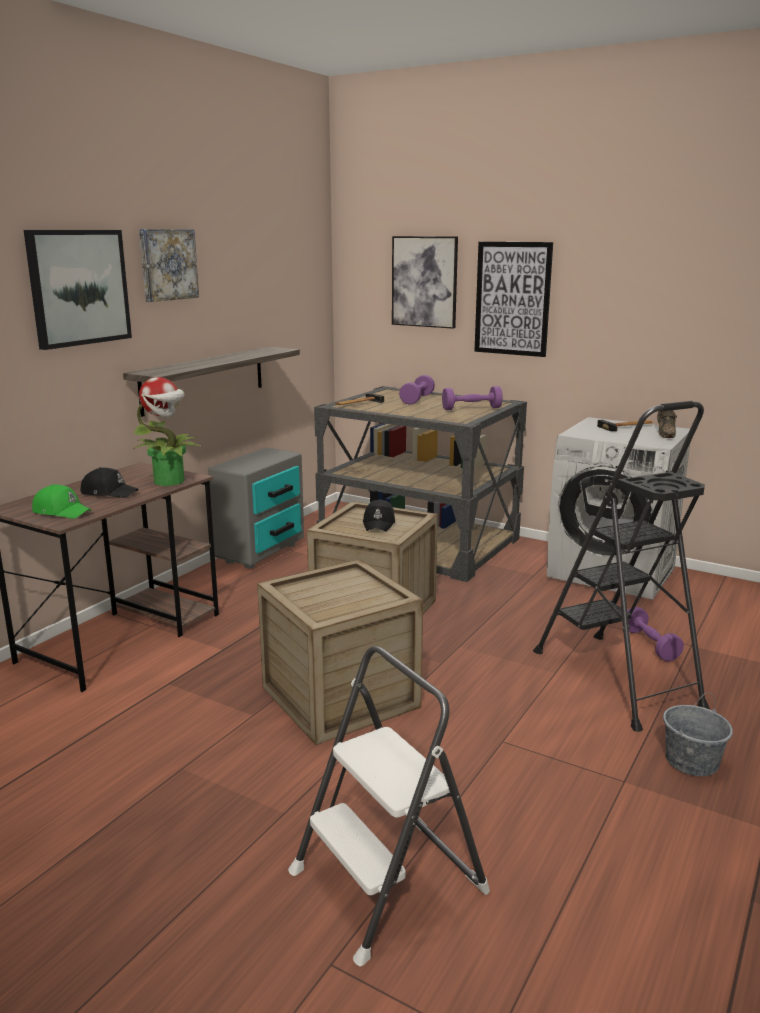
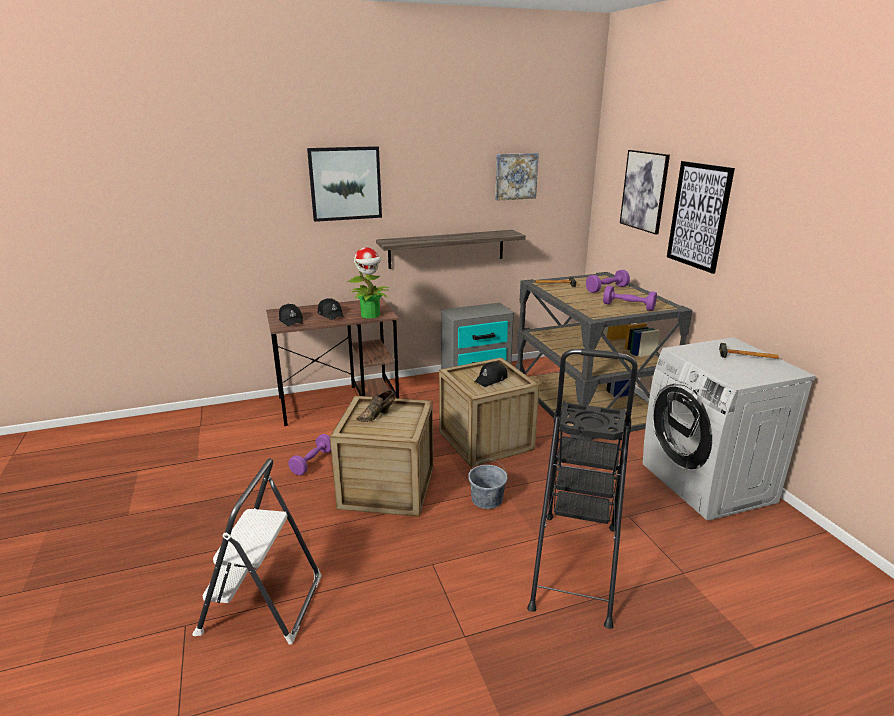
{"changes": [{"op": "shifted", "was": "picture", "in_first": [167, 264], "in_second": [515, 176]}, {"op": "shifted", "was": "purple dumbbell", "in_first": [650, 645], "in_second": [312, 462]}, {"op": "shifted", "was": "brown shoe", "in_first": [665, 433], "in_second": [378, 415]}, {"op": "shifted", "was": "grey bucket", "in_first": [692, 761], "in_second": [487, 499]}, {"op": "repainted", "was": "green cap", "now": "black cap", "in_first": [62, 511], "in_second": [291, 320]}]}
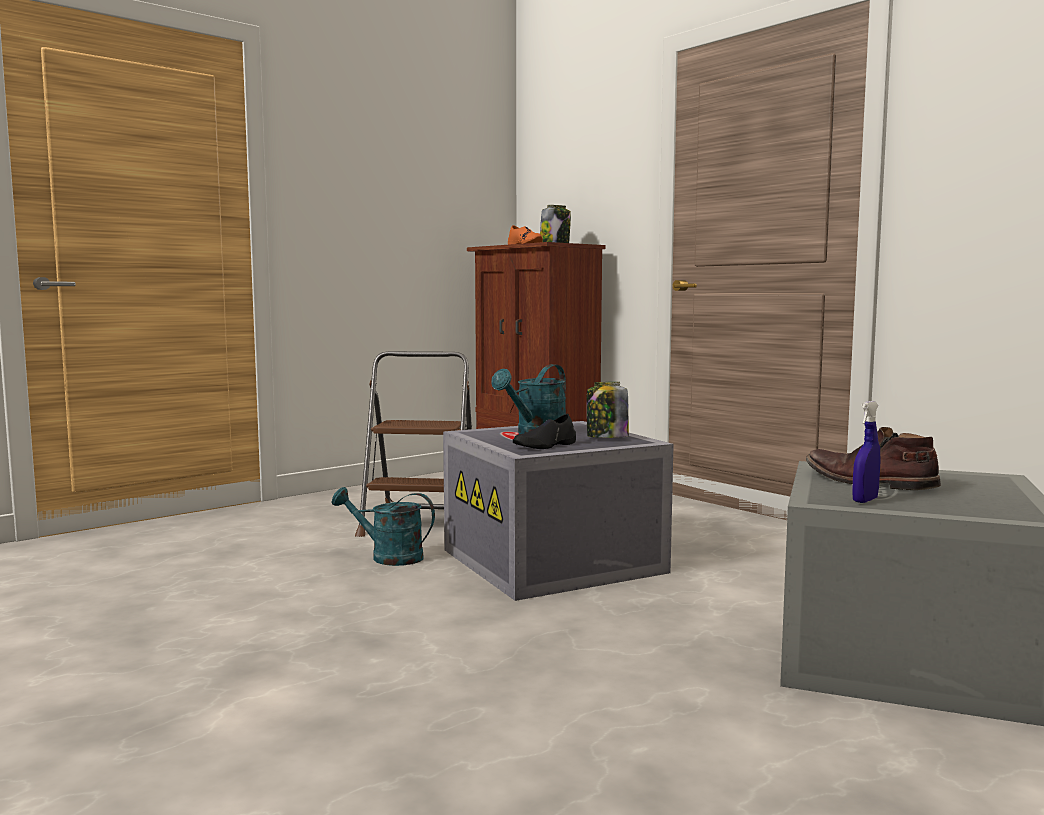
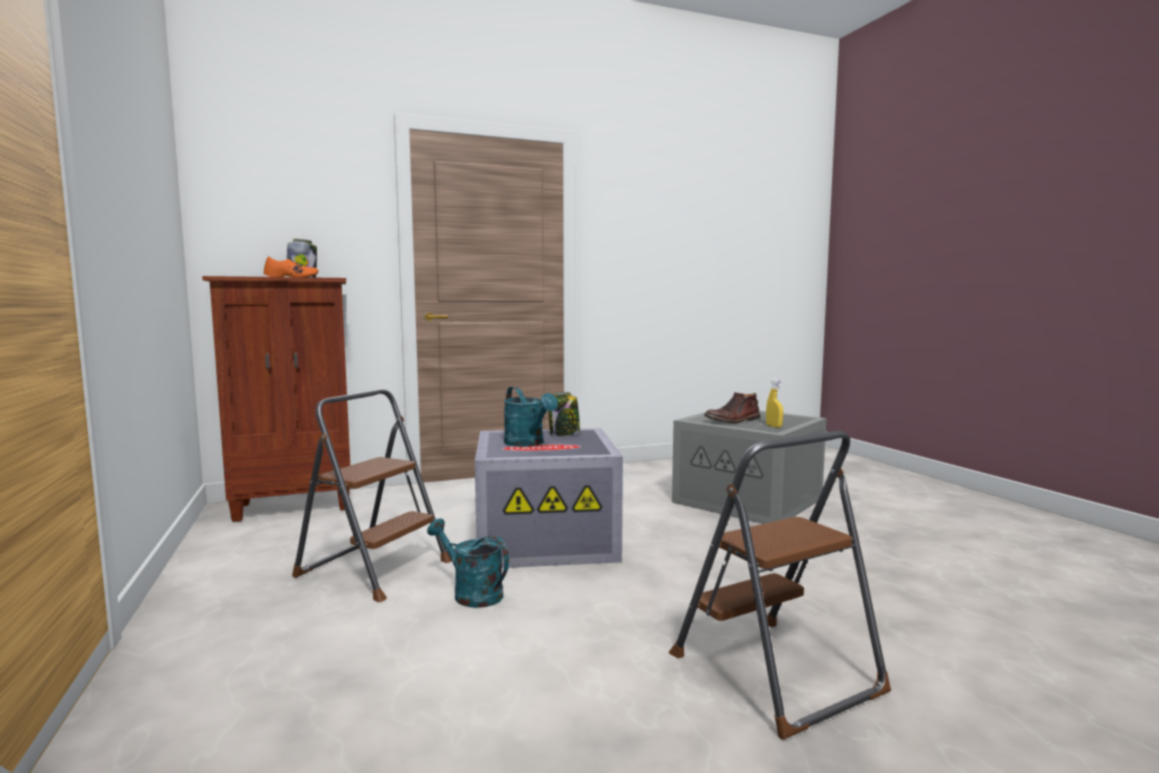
{"changes": [{"op": "gone", "was": "black shoe", "in_first": [545, 446]}, {"op": "new", "now": "brown step ladder", "in_second": [779, 676]}, {"op": "repainted", "was": "blue spray bottle", "now": "yellow spray bottle", "in_first": [865, 500], "in_second": [774, 426]}, {"op": "rotated", "was": "turquoise watering can", "in_first": [388, 557], "in_second": [471, 593], "clockwise": 90}]}
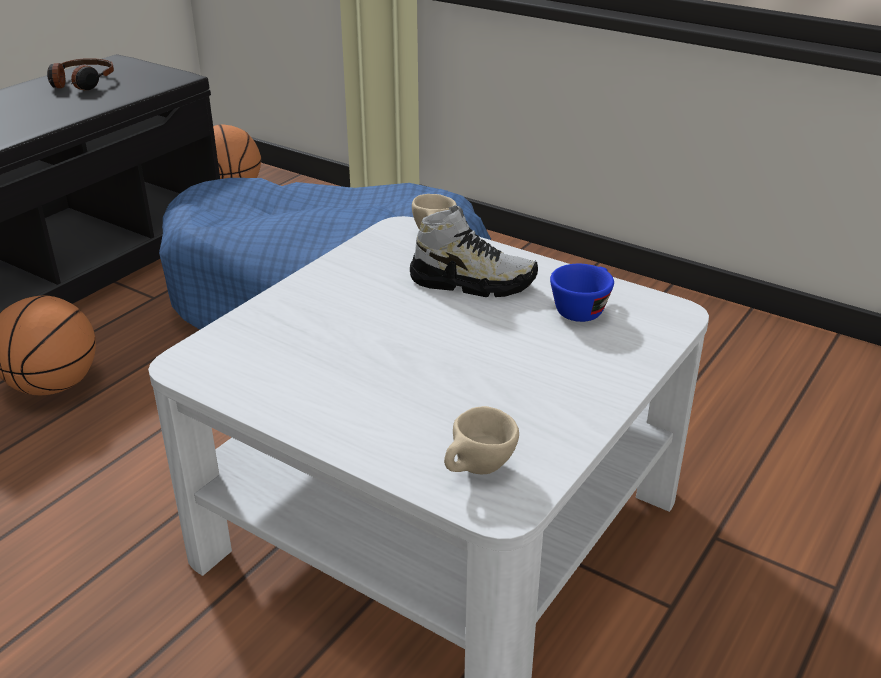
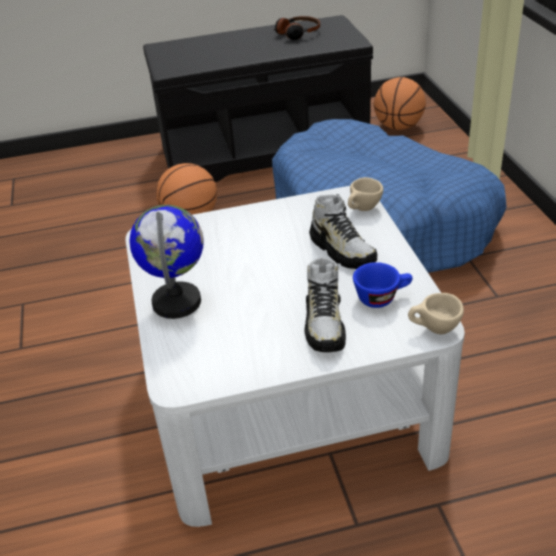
{"changes": [{"op": "new", "now": "globe", "in_second": [177, 302]}, {"op": "new", "now": "shoe", "in_second": [325, 324]}, {"op": "shifted", "was": "beige cup", "in_first": [477, 471], "in_second": [434, 330]}]}
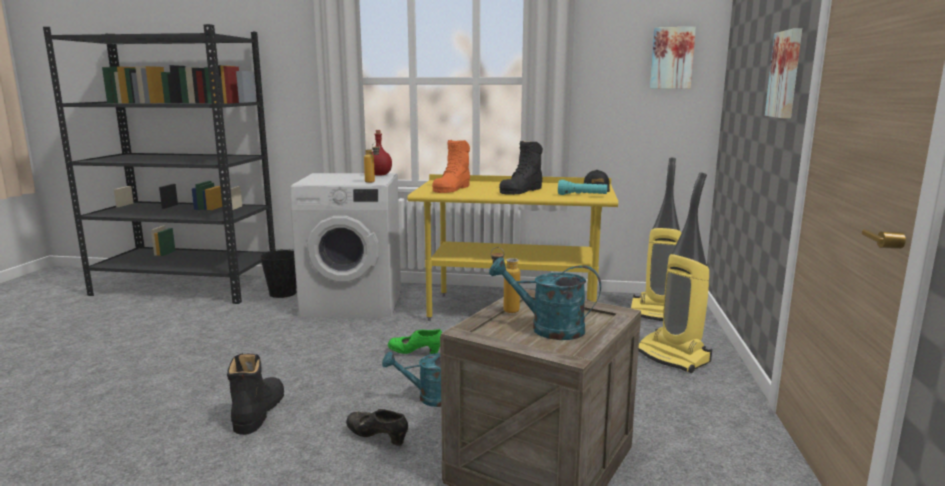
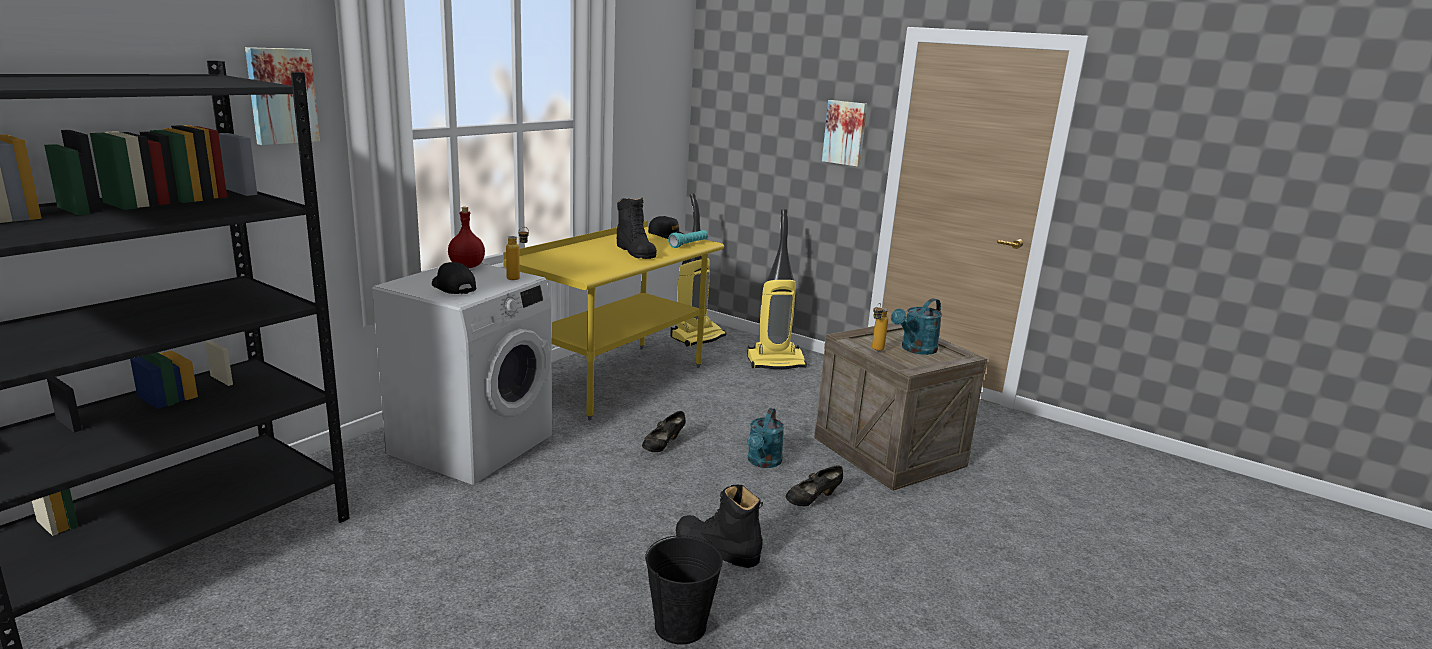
{"changes": [{"op": "gone", "was": "orange boot", "in_first": [452, 189]}, {"op": "new", "now": "black cap", "in_second": [453, 287]}, {"op": "shifted", "was": "black bucket", "in_first": [282, 293], "in_second": [681, 626]}, {"op": "shifted", "was": "picture", "in_first": [671, 58], "in_second": [281, 96]}, {"op": "repainted", "was": "green shoe", "now": "black shoe", "in_first": [416, 353], "in_second": [663, 445]}]}
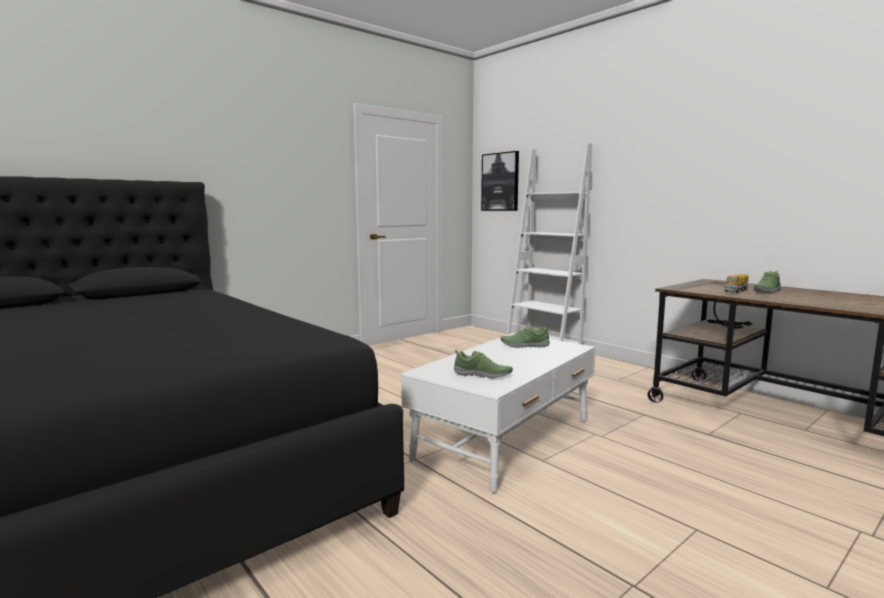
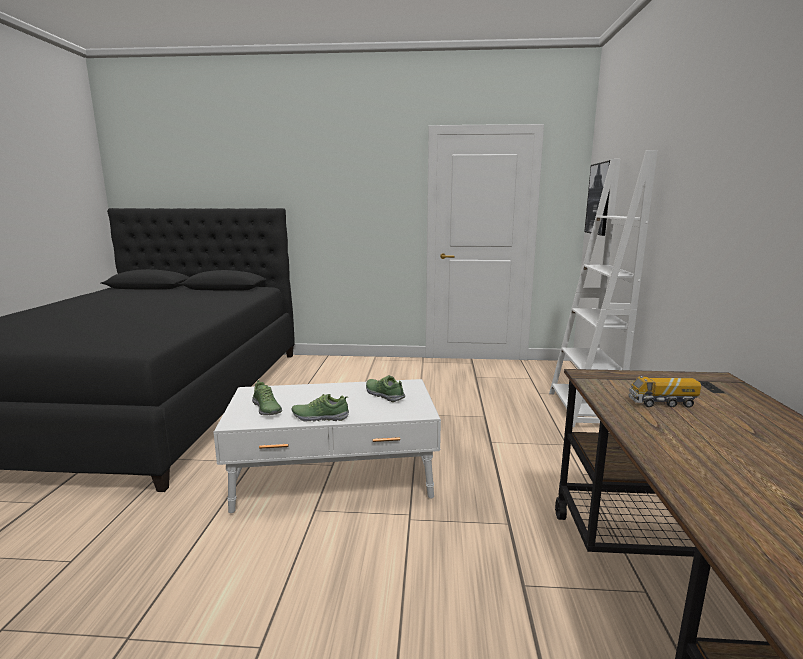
{"changes": [{"op": "shifted", "was": "shoe", "in_first": [766, 291], "in_second": [320, 417]}]}
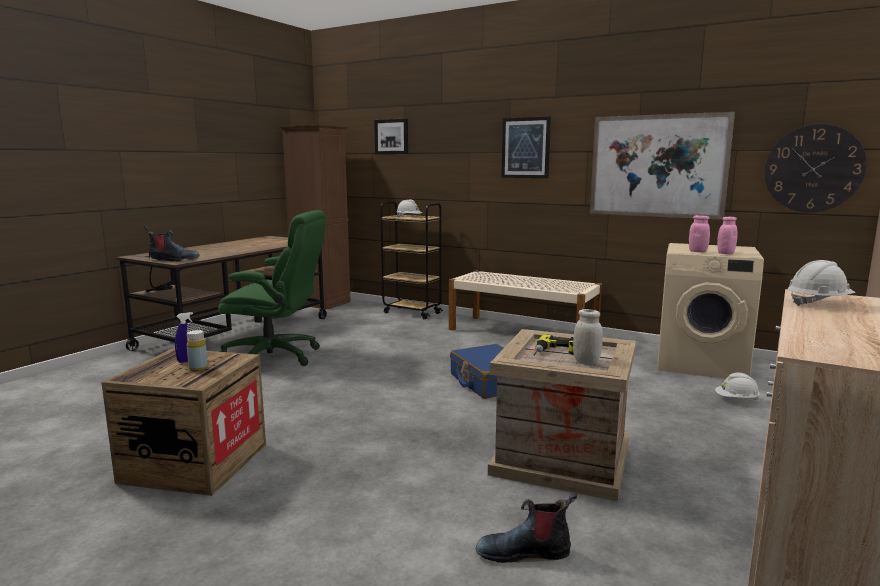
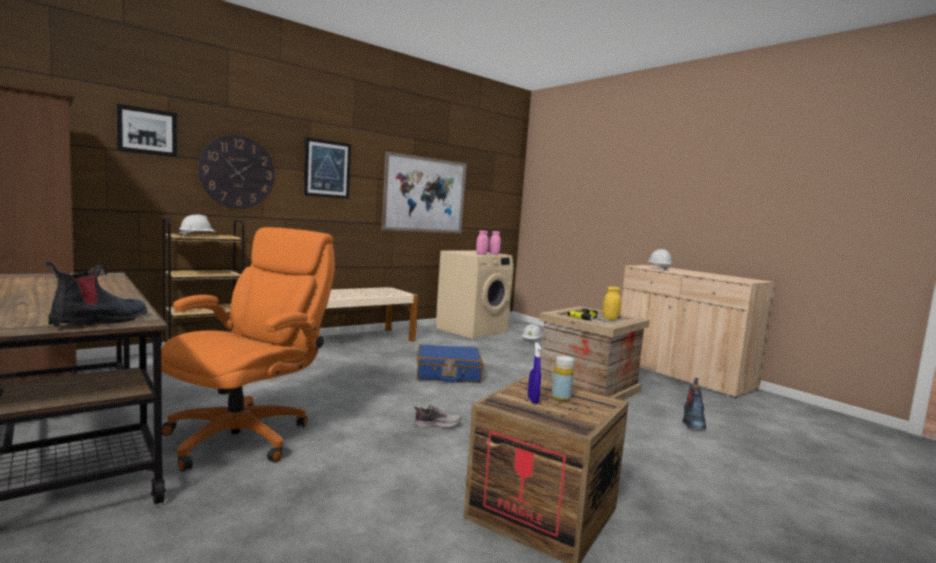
{"changes": [{"op": "new", "now": "shoe", "in_second": [436, 424]}, {"op": "shifted", "was": "wall clock", "in_first": [813, 168], "in_second": [237, 172]}, {"op": "repainted", "was": "green office chair", "now": "orange office chair", "in_first": [278, 357], "in_second": [246, 435]}, {"op": "repainted", "was": "white jar", "now": "yellow jar", "in_first": [586, 362], "in_second": [610, 319]}]}
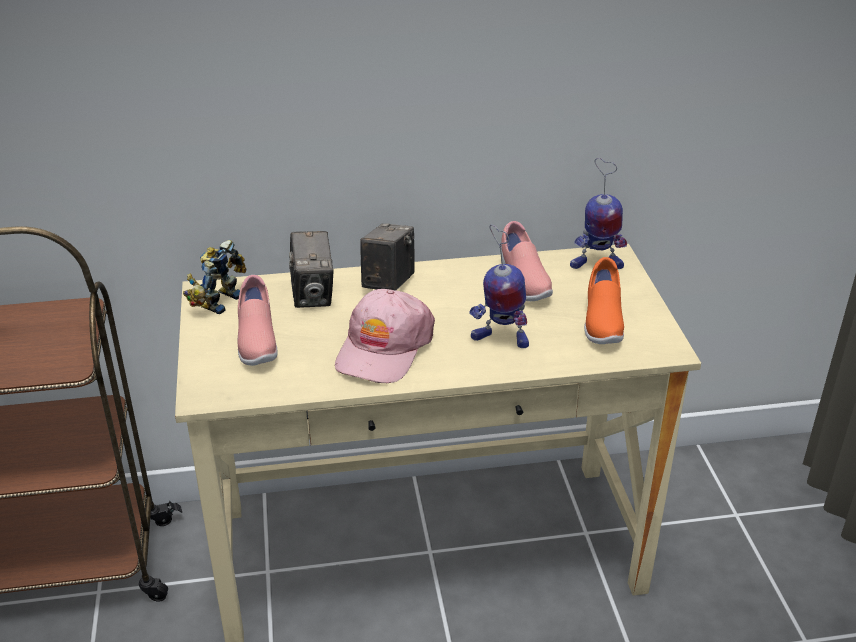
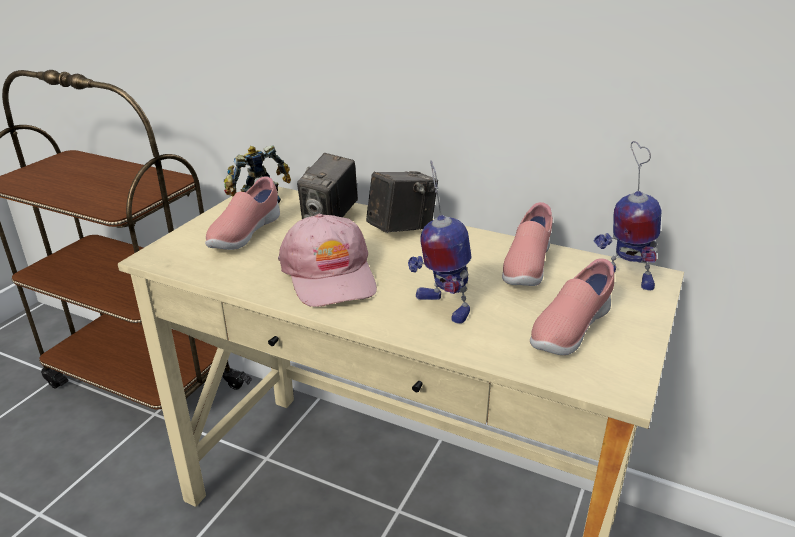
{"changes": [{"op": "repainted", "was": "orange shoe", "now": "pink shoe", "in_first": [601, 322], "in_second": [569, 330]}, {"op": "rotated", "was": "pink cap", "in_first": [383, 348], "in_second": [330, 275], "clockwise": -75}]}
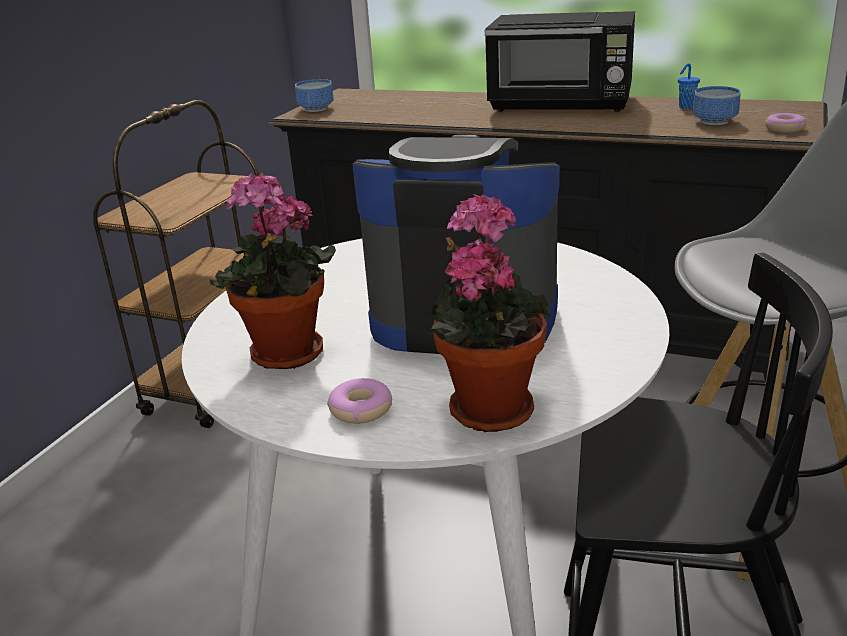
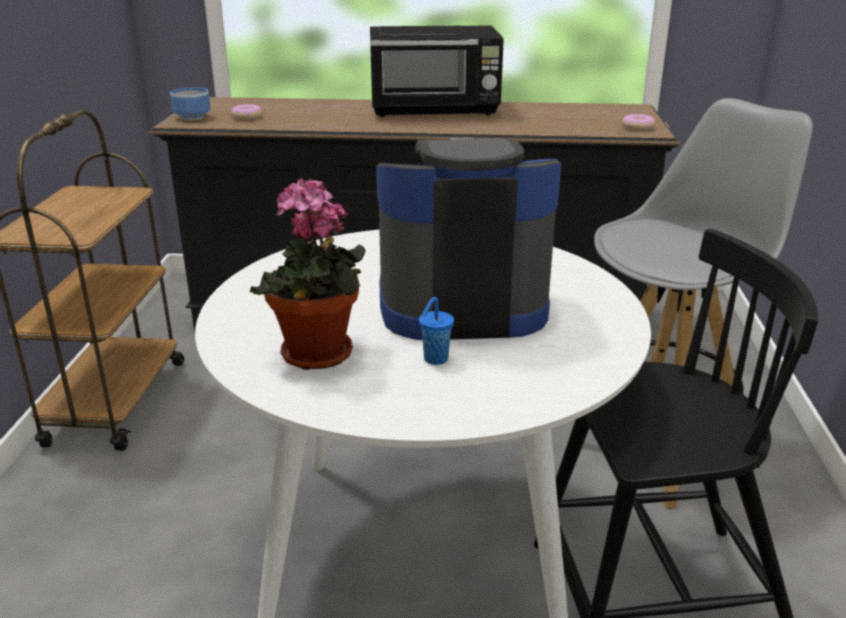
{"changes": [{"op": "gone", "was": "potted plant", "in_first": [488, 406]}, {"op": "gone", "was": "bowl", "in_first": [716, 122]}, {"op": "shifted", "was": "donut", "in_first": [360, 409], "in_second": [246, 117]}, {"op": "shifted", "was": "blue cup", "in_first": [685, 107], "in_second": [434, 360]}]}
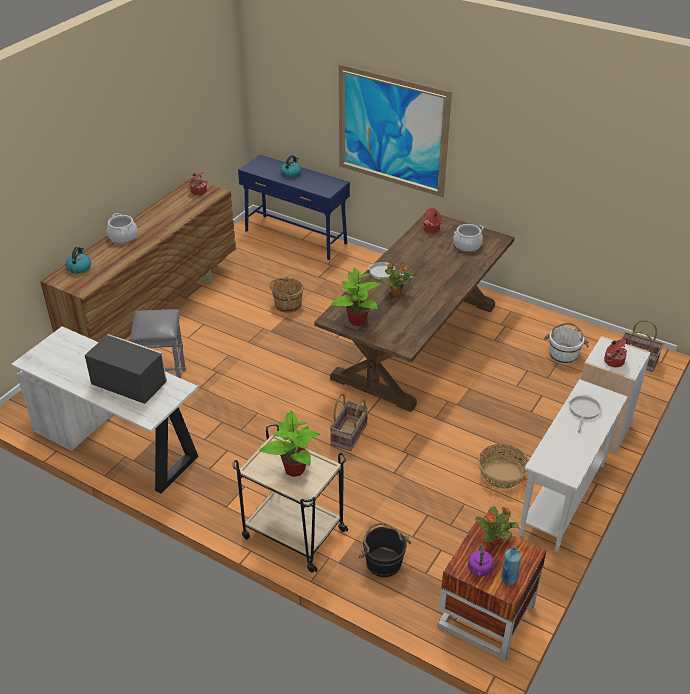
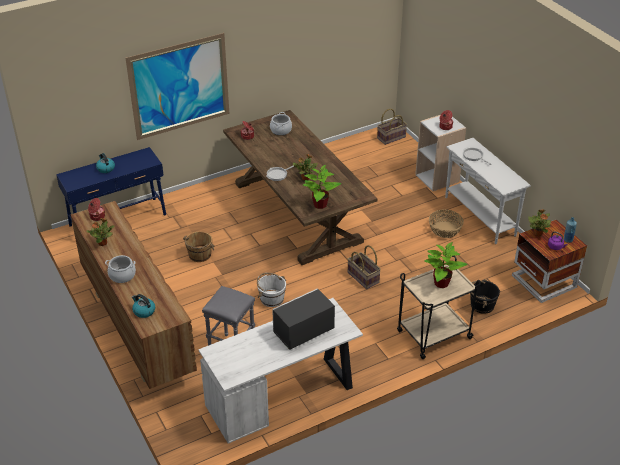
{"changes": [{"op": "new", "now": "potted plant", "in_second": [103, 243]}, {"op": "shifted", "was": "white bucket", "in_first": [563, 355], "in_second": [271, 298]}]}
